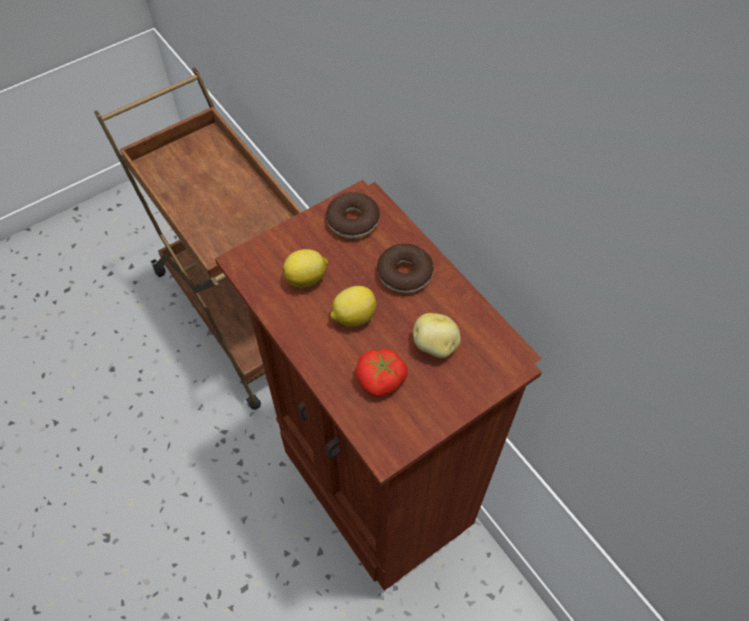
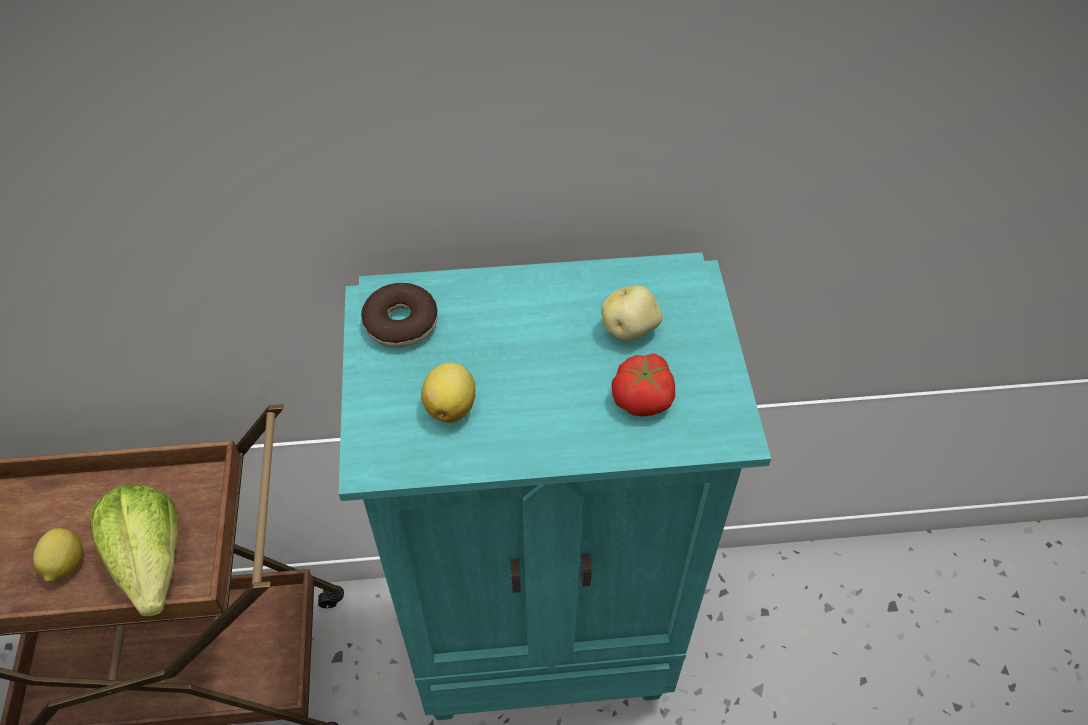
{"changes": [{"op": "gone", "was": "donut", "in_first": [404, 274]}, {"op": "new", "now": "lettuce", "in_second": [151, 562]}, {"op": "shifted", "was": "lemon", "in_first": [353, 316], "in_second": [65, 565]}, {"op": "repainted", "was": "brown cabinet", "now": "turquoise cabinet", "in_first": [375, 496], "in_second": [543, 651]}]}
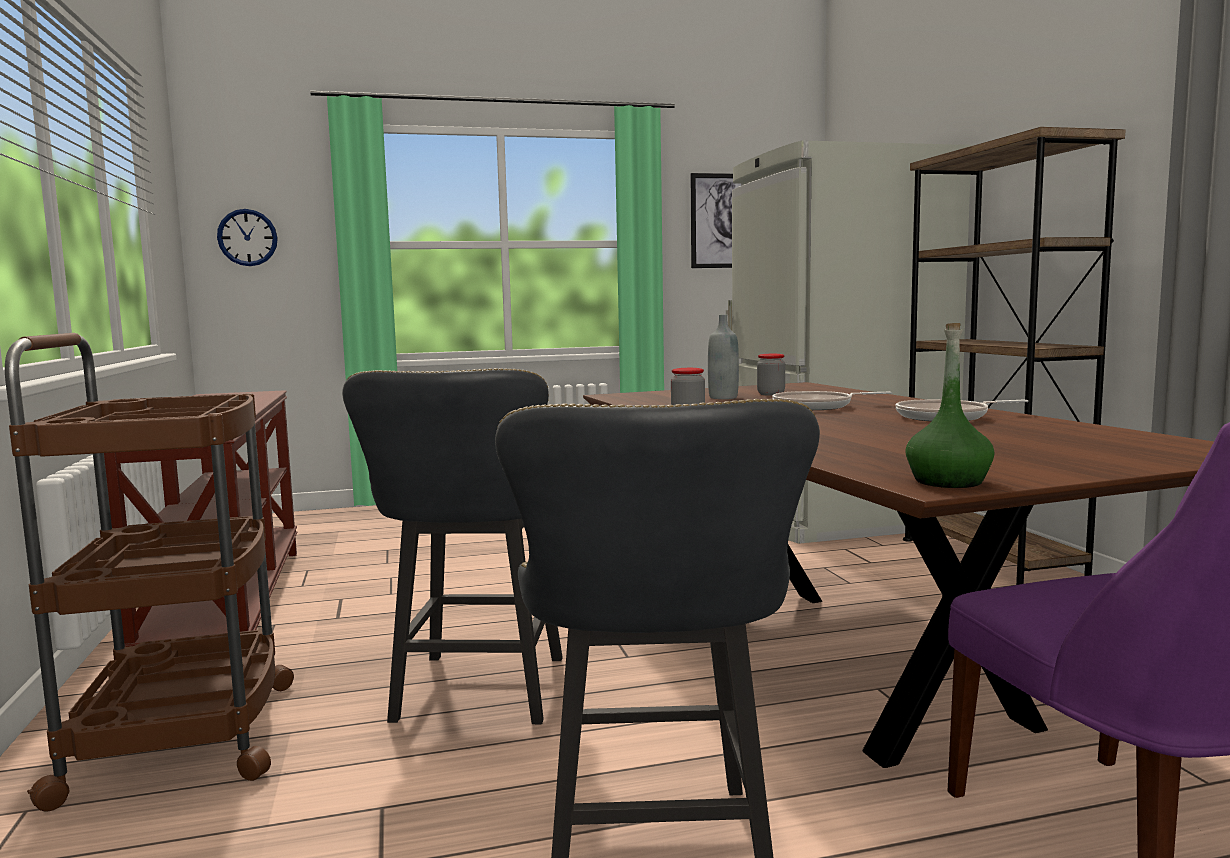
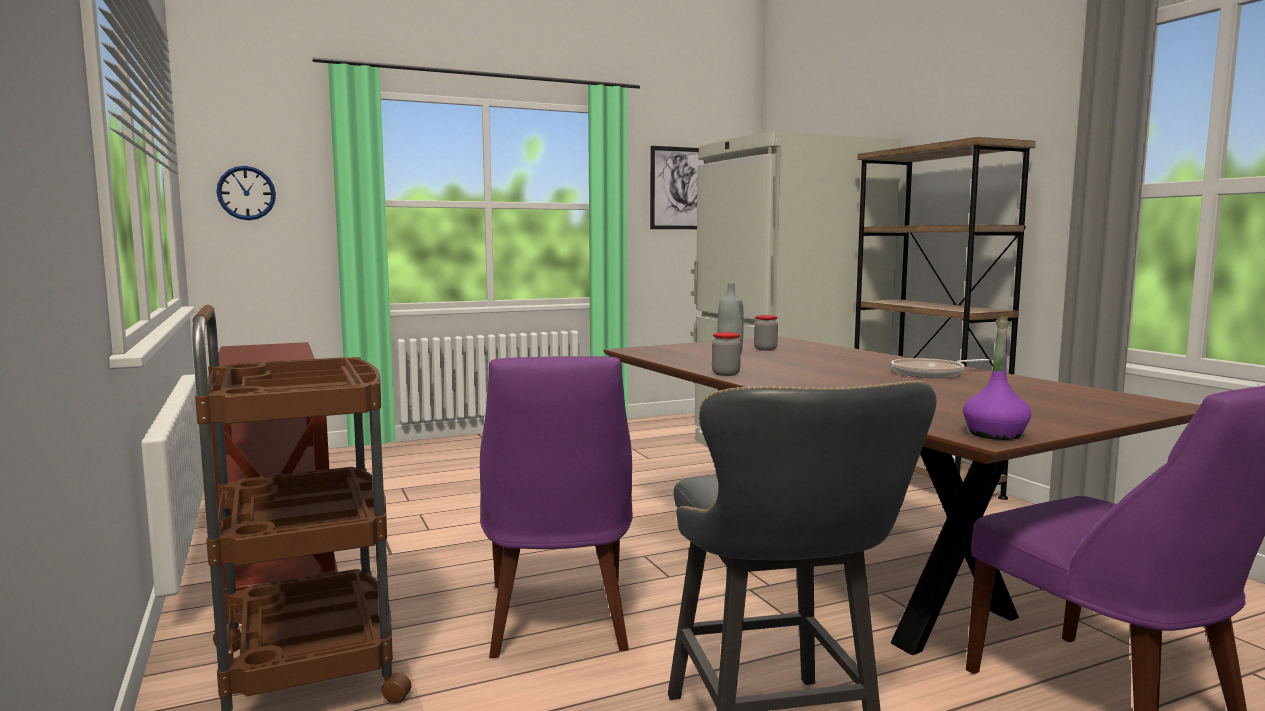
{"changes": [{"op": "gone", "was": "frying pan", "in_first": [817, 407]}, {"op": "swapped", "was": "grey stool", "now": "purple chair", "in_first": [475, 699], "in_second": [557, 620]}, {"op": "repainted", "was": "green bottle", "now": "purple bottle", "in_first": [947, 482], "in_second": [994, 434]}]}
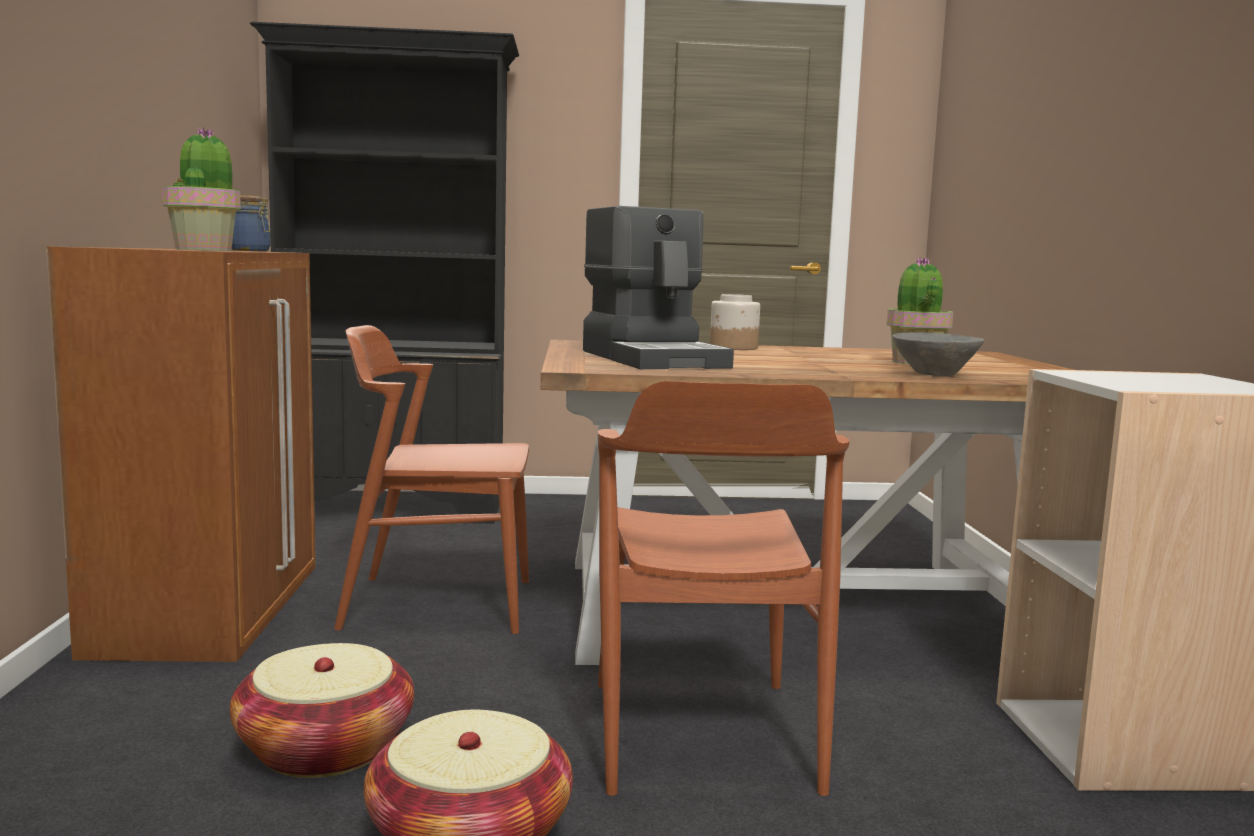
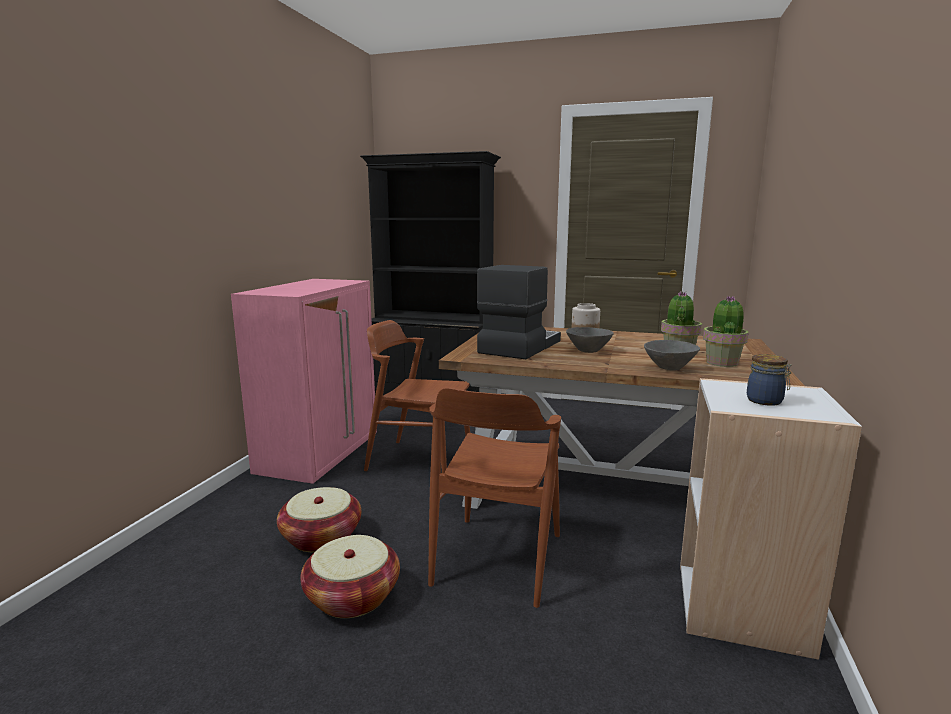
{"changes": [{"op": "new", "now": "grey bowl", "in_second": [588, 350]}, {"op": "shifted", "was": "potted plant", "in_first": [204, 250], "in_second": [722, 362]}, {"op": "shifted", "was": "jar", "in_first": [251, 251], "in_second": [766, 401]}, {"op": "repainted", "was": "brown cabinet", "now": "pink cabinet", "in_first": [211, 606], "in_second": [319, 451]}, {"op": "rotated", "was": "coffee machine", "in_first": [654, 359], "in_second": [518, 347], "clockwise": -150}]}
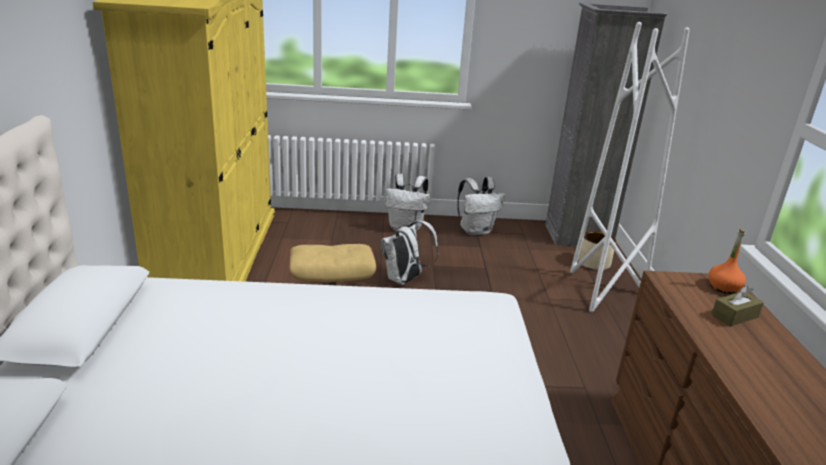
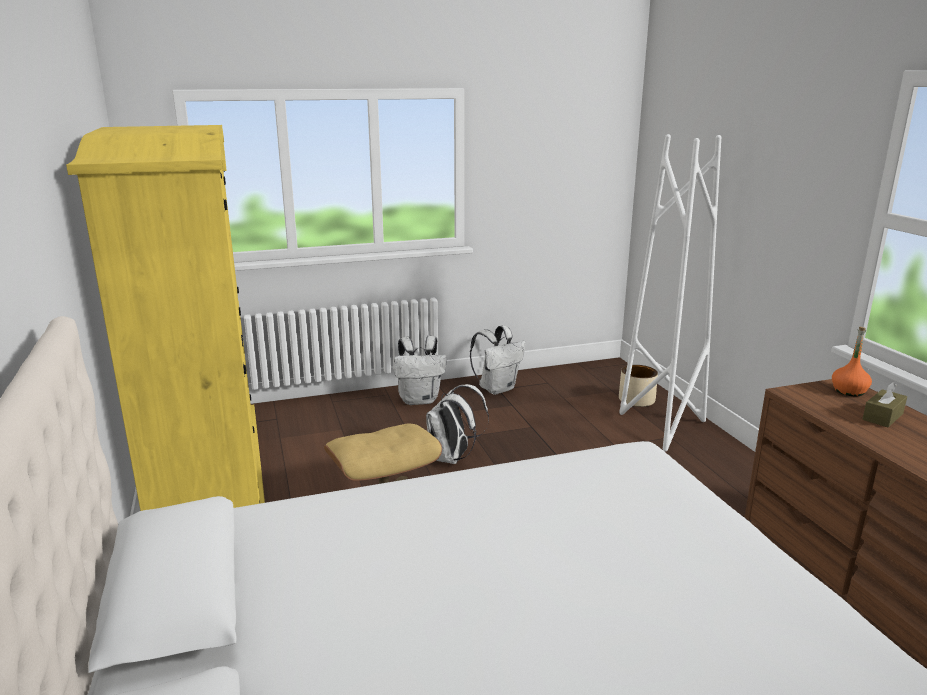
{"changes": [{"op": "gone", "was": "grey cabinet", "in_first": [577, 236]}]}
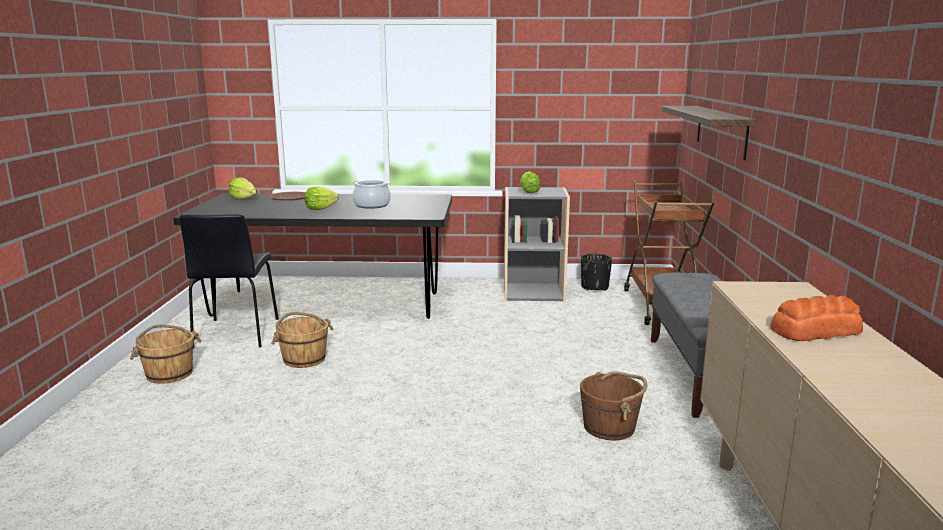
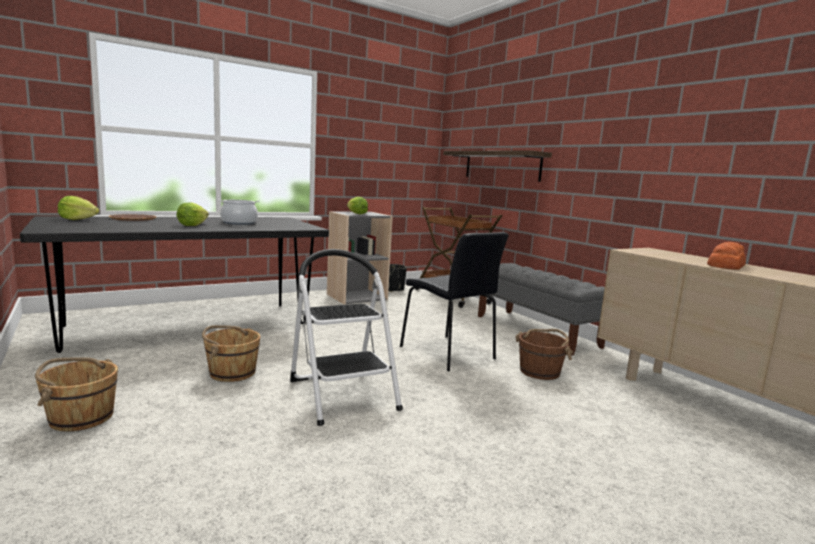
{"changes": [{"op": "new", "now": "step ladder", "in_second": [342, 393]}, {"op": "shifted", "was": "black chair", "in_first": [236, 334], "in_second": [449, 353]}]}
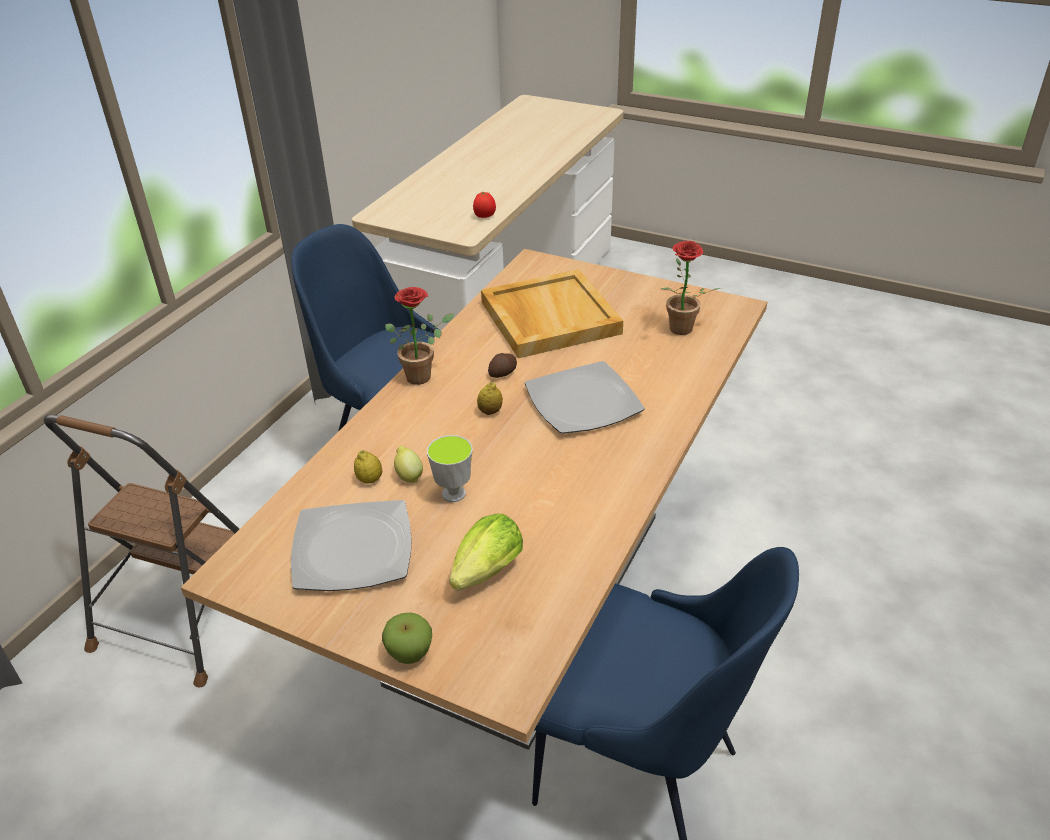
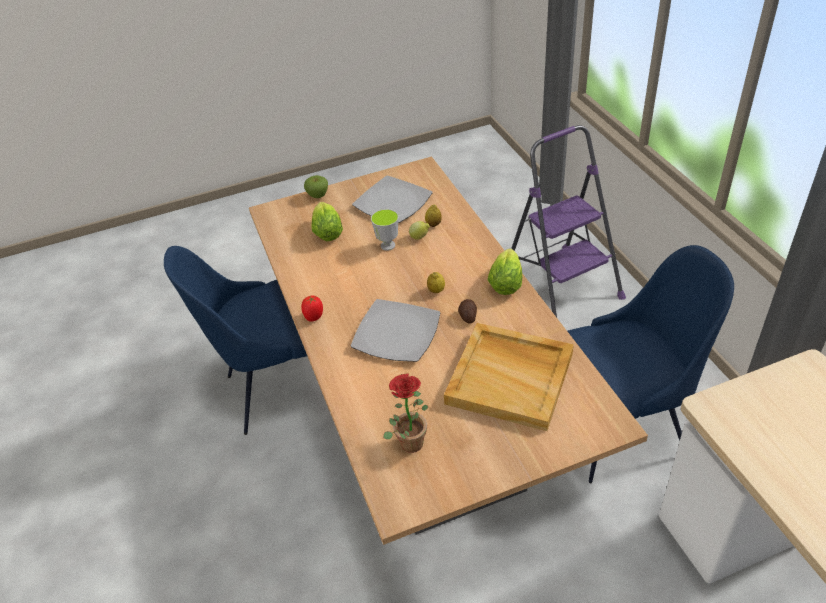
{"changes": [{"op": "shifted", "was": "tomato", "in_first": [484, 217], "in_second": [314, 317]}, {"op": "swapped", "was": "potted plant", "now": "lettuce", "in_first": [423, 375], "in_second": [506, 281]}, {"op": "repainted", "was": "brown step ladder", "now": "purple step ladder", "in_first": [185, 612], "in_second": [559, 283]}]}
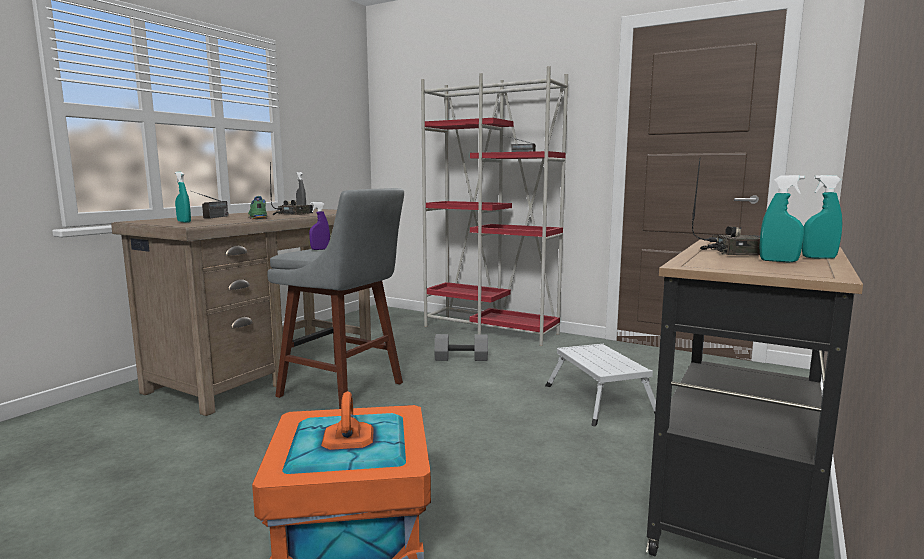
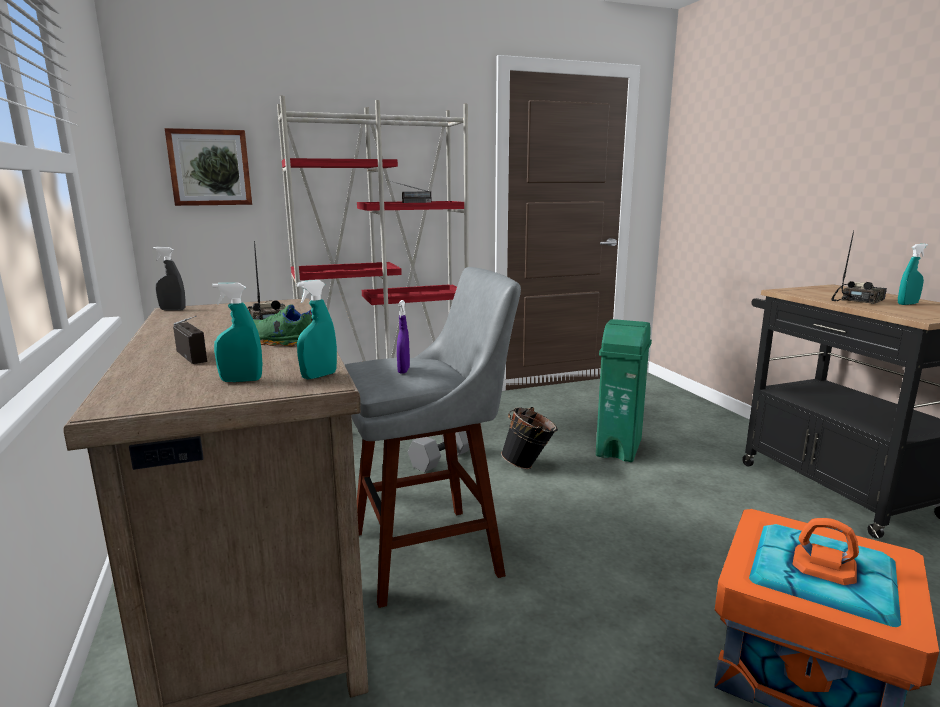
{"changes": [{"op": "new", "now": "picture", "in_second": [210, 168]}, {"op": "new", "now": "black bucket", "in_second": [529, 465]}, {"op": "shifted", "was": "turquoise spray bottle", "in_first": [818, 258], "in_second": [319, 376]}, {"op": "swapped", "was": "white step ladder", "now": "green trash can", "in_first": [600, 400], "in_second": [619, 448]}]}
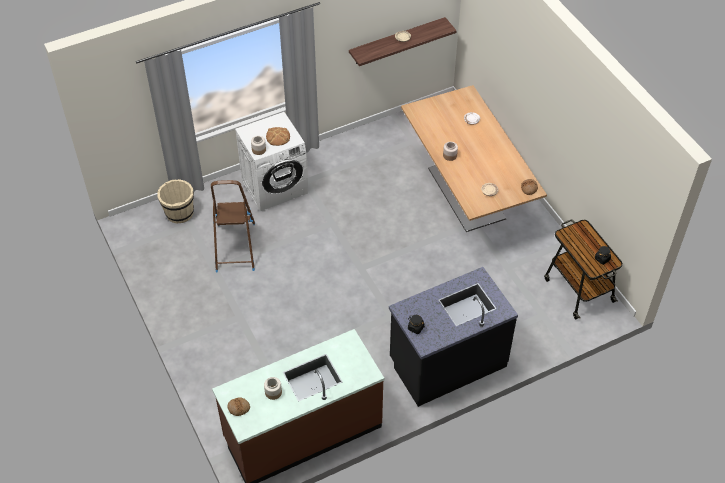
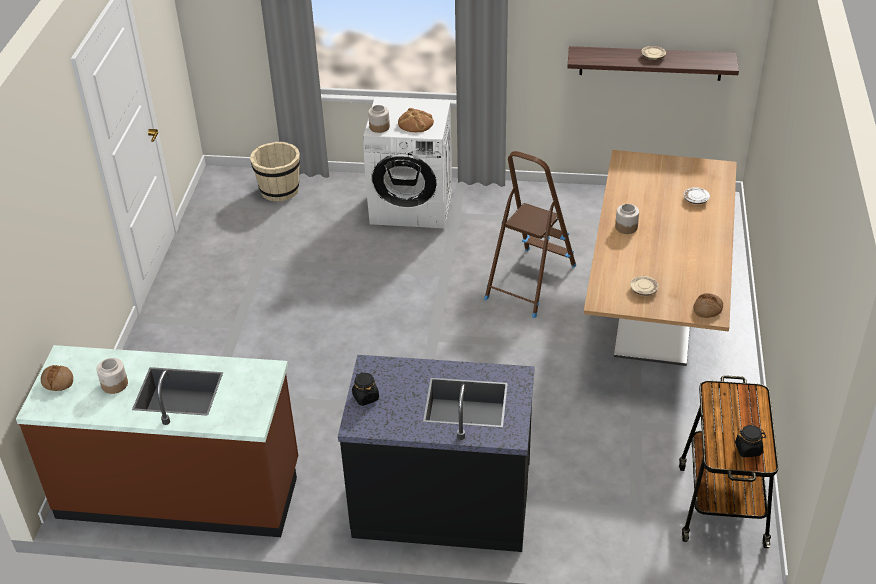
{"changes": [{"op": "shifted", "was": "brown step ladder", "in_first": [235, 246], "in_second": [531, 281]}]}
